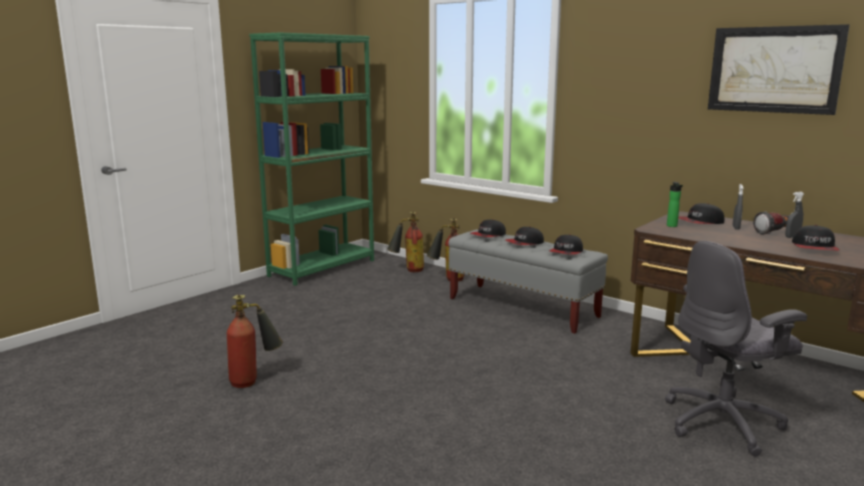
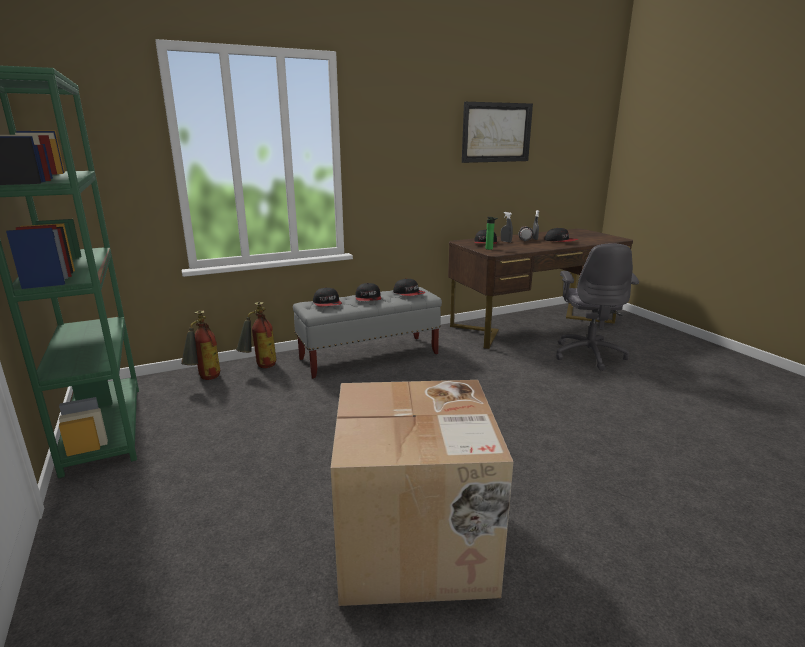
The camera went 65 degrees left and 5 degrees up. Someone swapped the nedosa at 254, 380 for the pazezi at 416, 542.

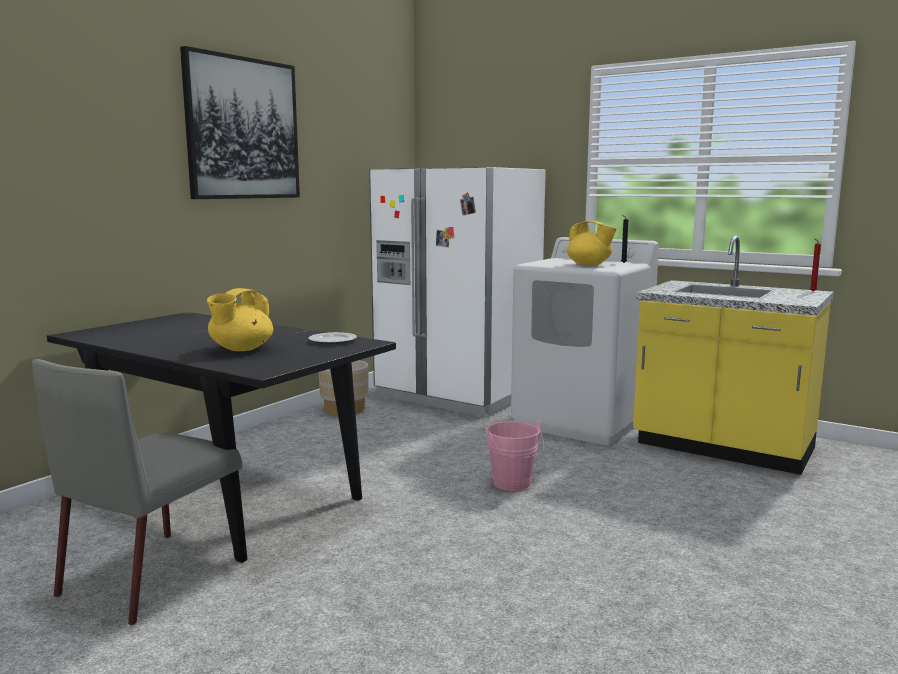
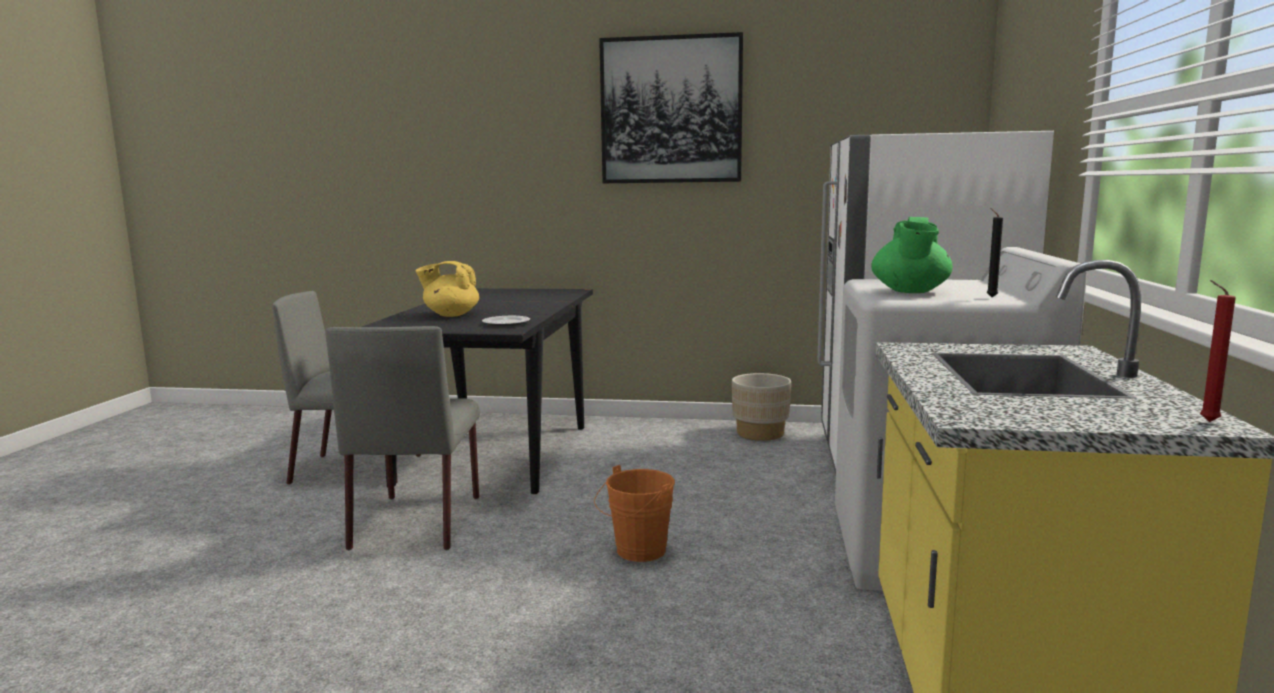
The camera went 65 degrees right and 0 degrees up. Someone put down the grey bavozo at 418, 520. Someone repainted the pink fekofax at 513, 485, which became the orange fekofax at 636, 552. Someone repainted the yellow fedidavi at 589, 265, which became the green fedidavi at 910, 292.

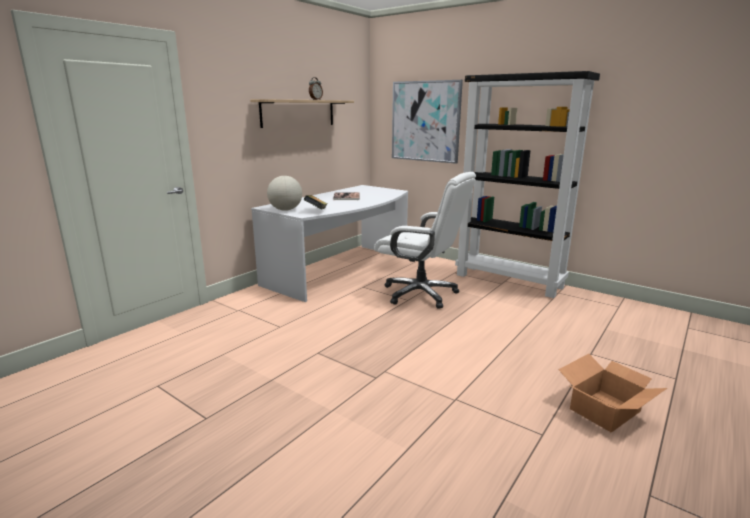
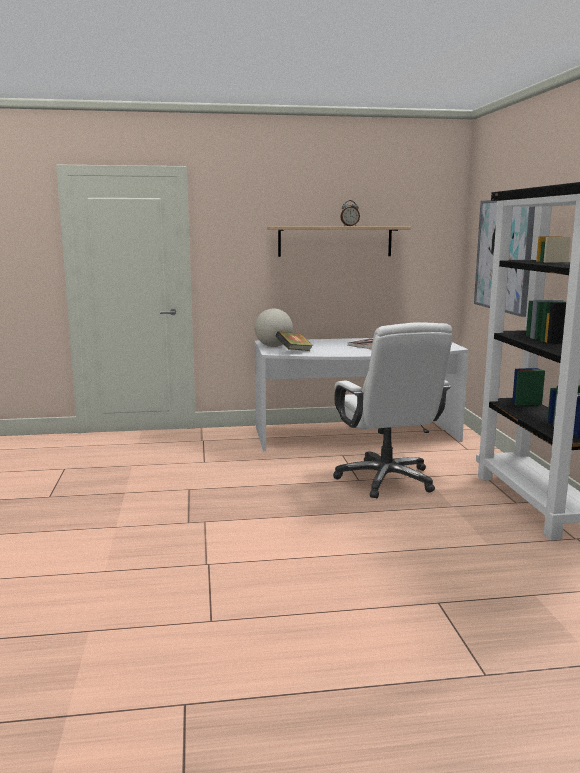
The camera went 45 degrees right and 5 degrees down. Someone took away the pazezi at 606, 410.

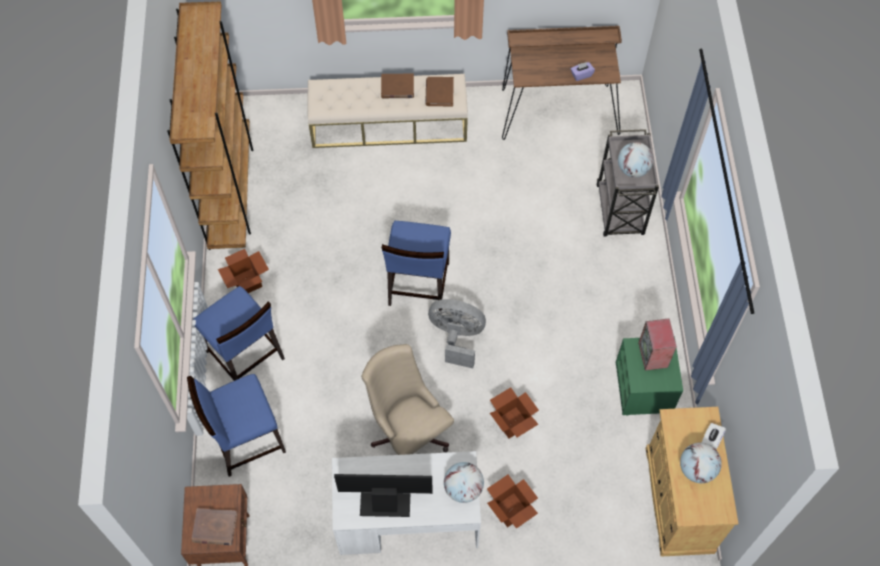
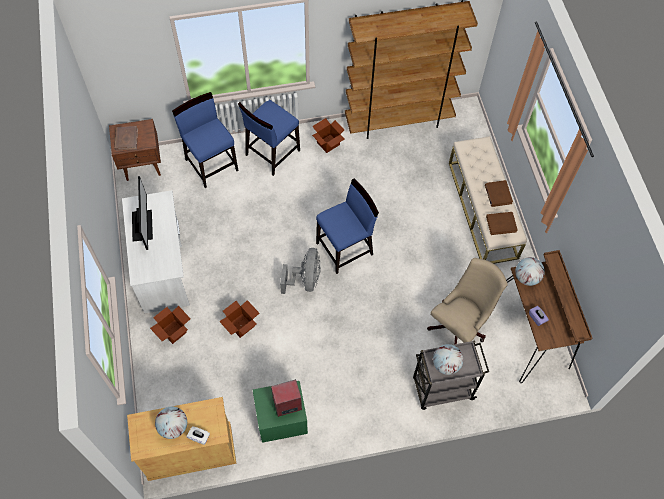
The camera went 80 degrees right and 0 degrees up. Someone carried the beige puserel from 408, 431 to 460, 325. Someone carried the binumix from 463, 488 to 526, 277. Someone rotated the blue bavozo at 418, 284 by 150 degrees clockwise.

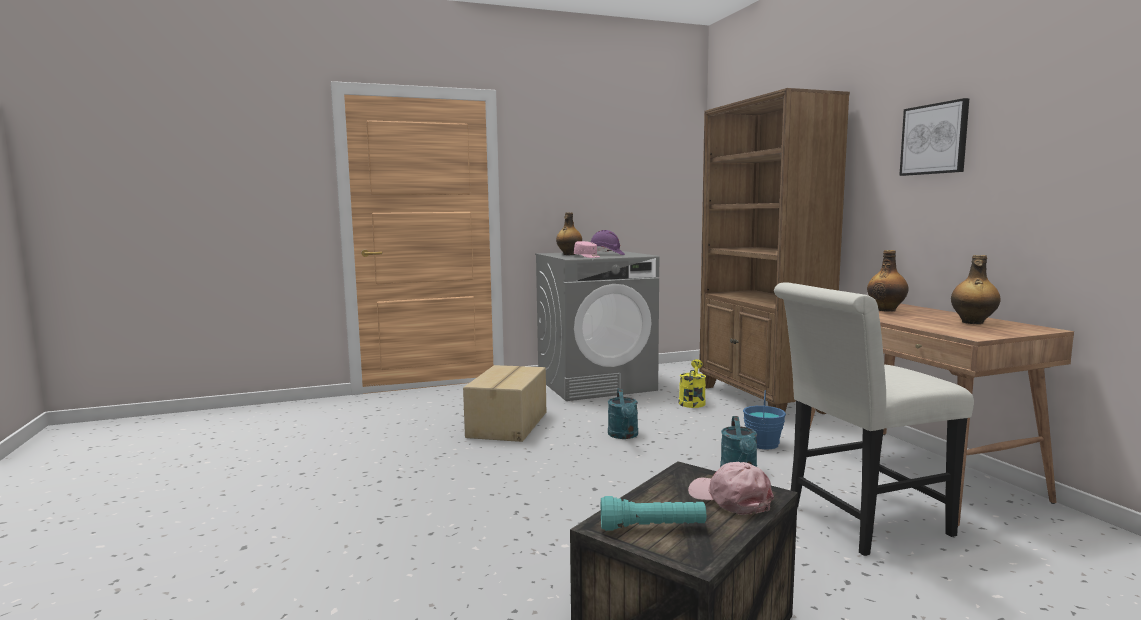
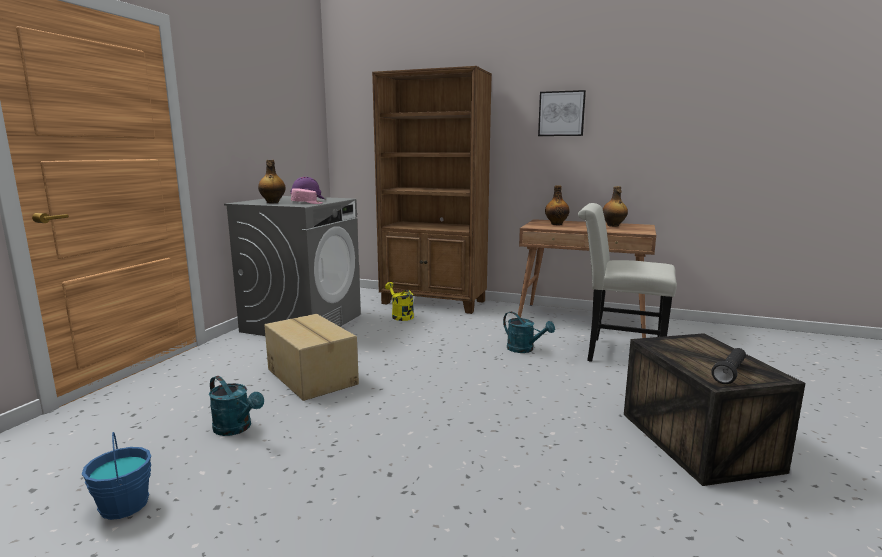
The camera went 50 degrees left and 5 degrees up. Someone took away the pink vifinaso at 730, 498. Someone carried the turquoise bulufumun from 624, 436 to 236, 428. Someone carried the blue fekofax from 762, 444 to 123, 505. Someone repainted the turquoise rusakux at 652, 528, which became the black rusakux at 729, 373. Someone rotated the white bavozo at 858, 522 by 90 degrees clockwise.

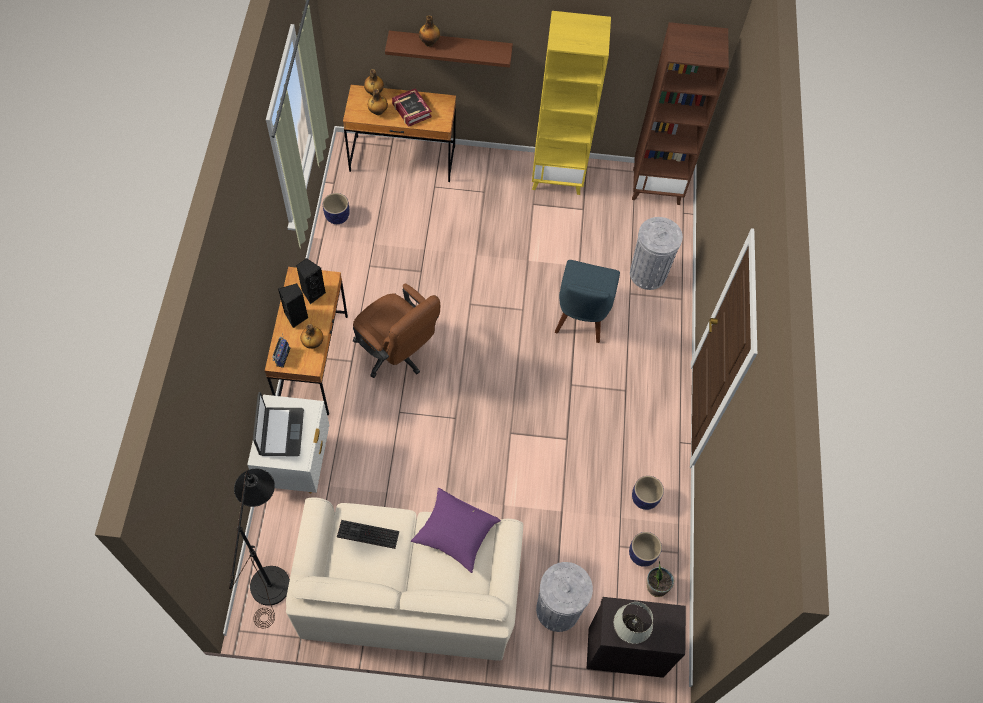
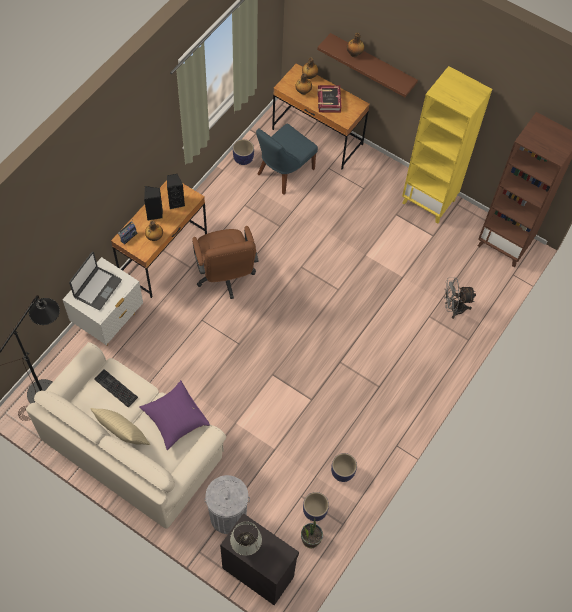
The camera went 30 degrees right and 0 degrees up. Someone put down the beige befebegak at 123, 436. Someone carried the blue bavozo from 581, 317 to 283, 173. Someone swapped the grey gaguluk at 648, 274 for the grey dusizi at 453, 308.

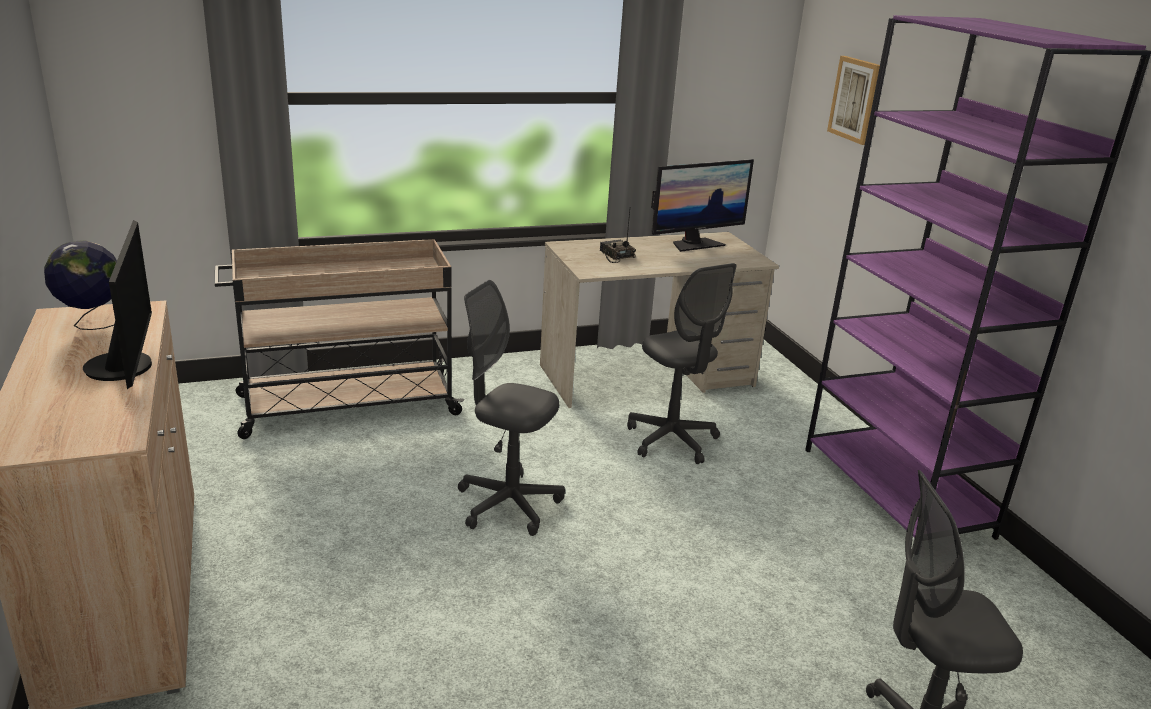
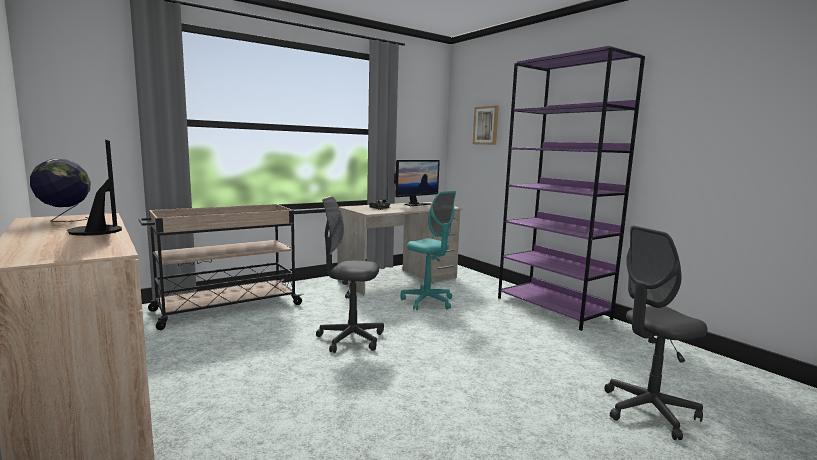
The camera went 15 degrees left and 15 degrees down. Someone repainted the grey puserel at 672, 440, which became the turquoise puserel at 427, 302.

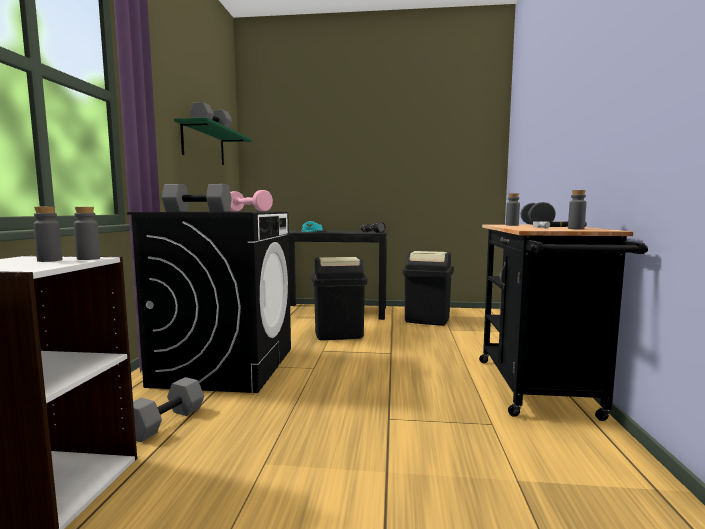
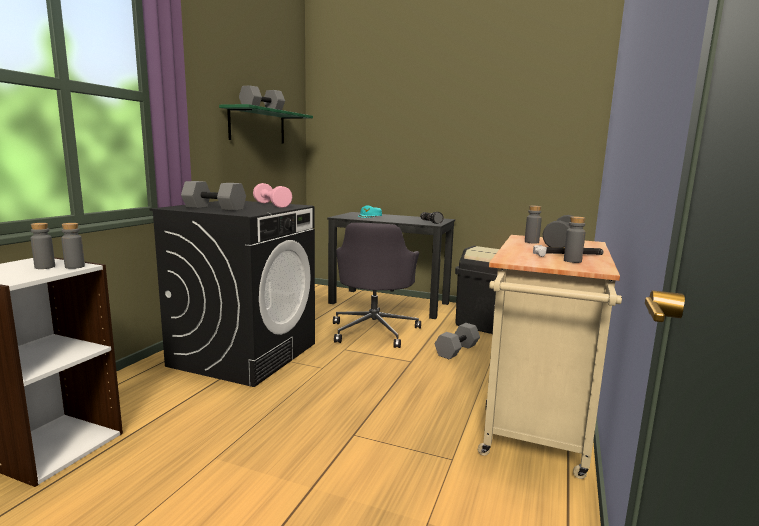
The camera went 15 degrees right and 5 degrees up. Someone carried the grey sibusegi from 165, 422 to 456, 350. Someone swapped the black gaguluk at 338, 333 for the grey puserel at 374, 331. Someone repainted the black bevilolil at 538, 391, which became the beige bevilolil at 536, 431.

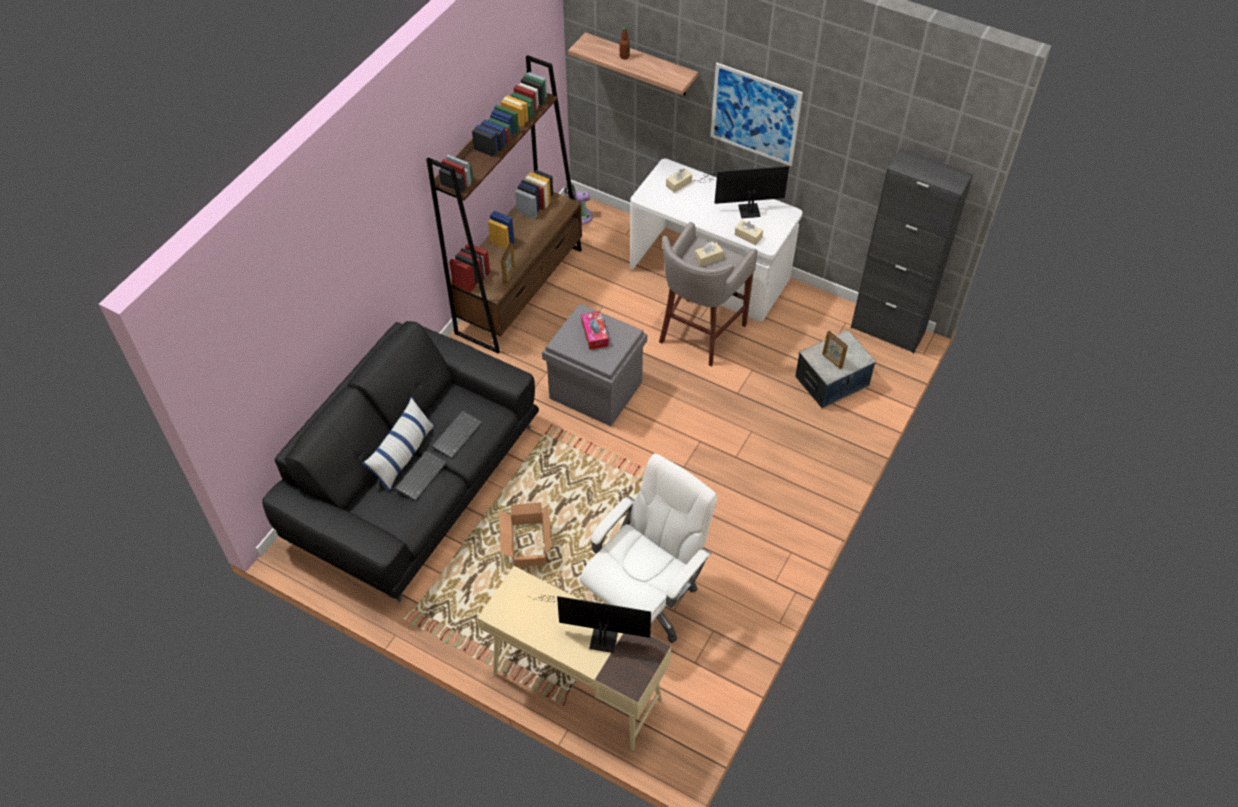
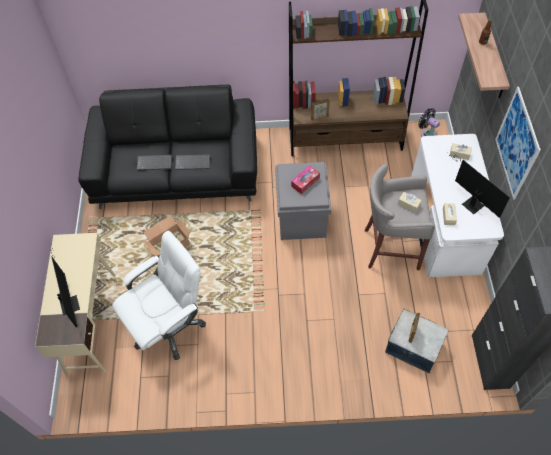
The camera went 60 degrees right and 5 degrees up. Someone took away the befebegak at 403, 455. Someone rotated the white puserel at 645, 599 by 45 degrees counterclockwise.

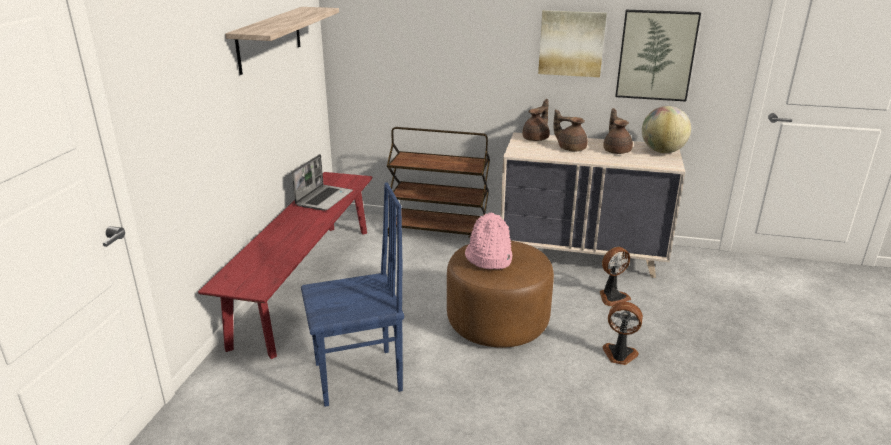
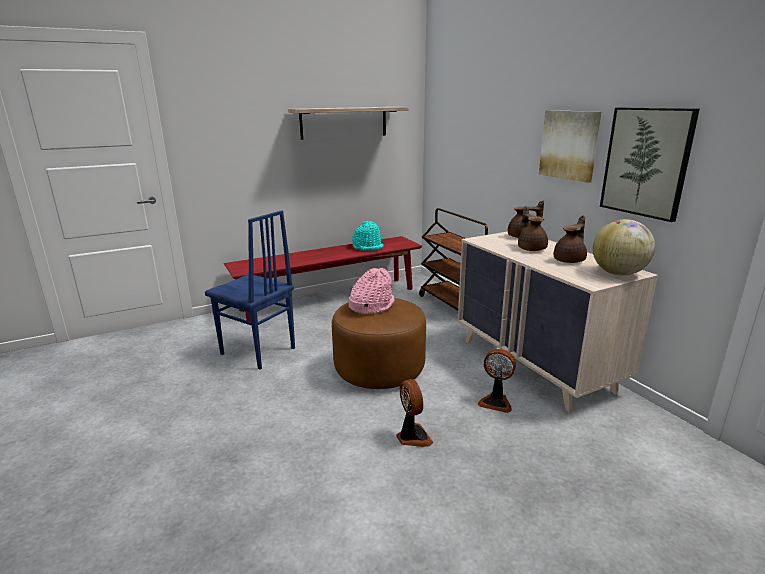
The camera went 50 degrees right and 5 degrees down. Someone swapped the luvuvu at 324, 198 for the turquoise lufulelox at 368, 247.

